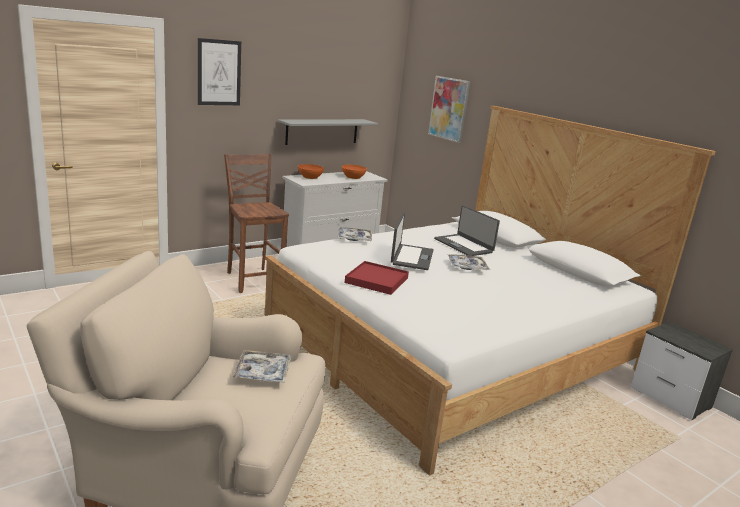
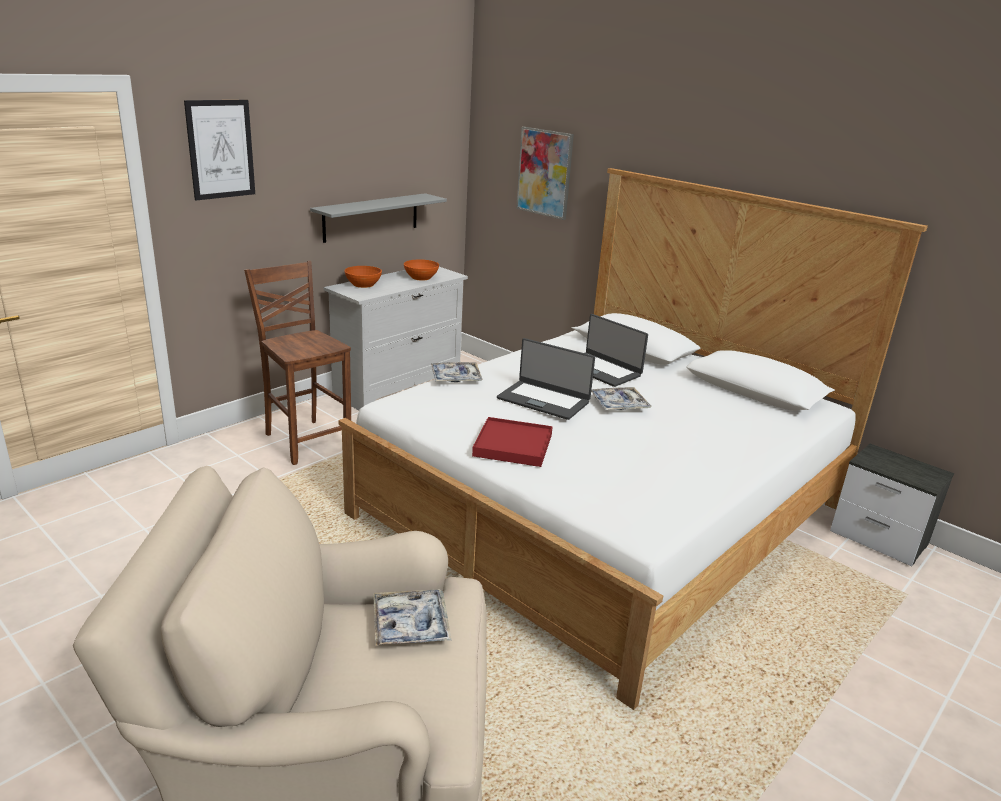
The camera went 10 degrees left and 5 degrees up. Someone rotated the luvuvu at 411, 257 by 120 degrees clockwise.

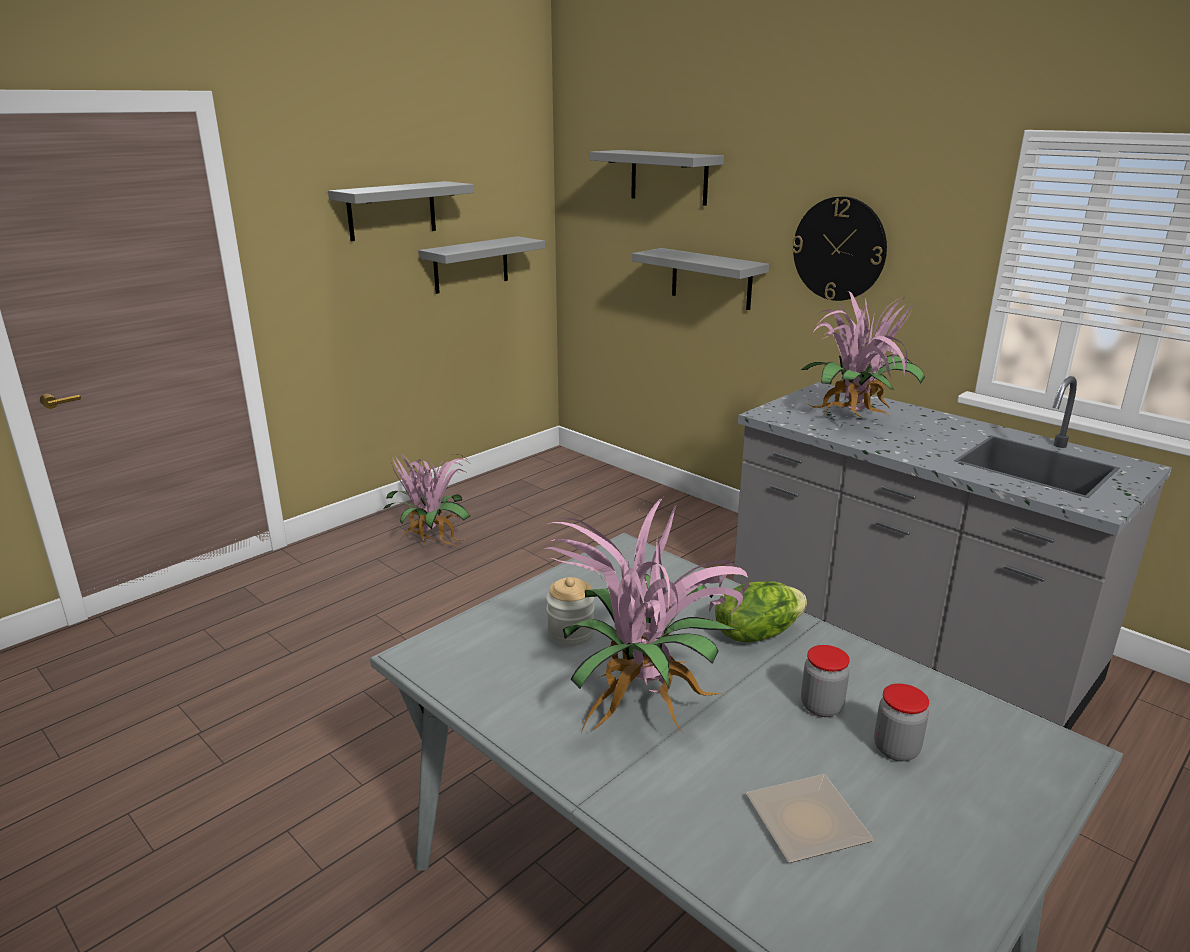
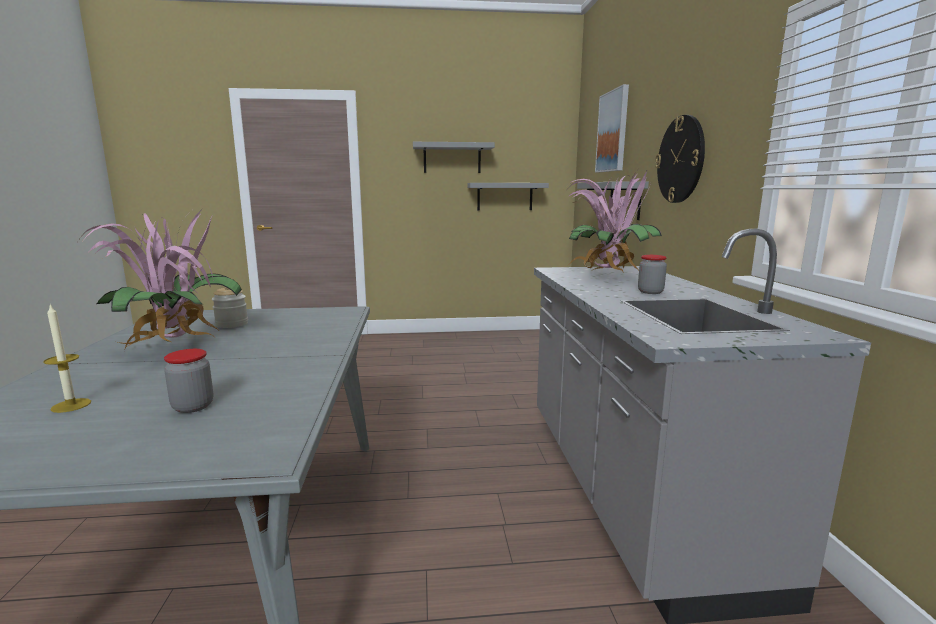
The camera went 40 degrees right and 10 degrees down. Someone took away the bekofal at 431, 539. Someone took away the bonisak at 756, 633. Someone carried the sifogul from 821, 706 to 650, 292. Someone swapped the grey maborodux at 669, 177 for the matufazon at 613, 131. Someone swapped the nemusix at 802, 820 for the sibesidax at 71, 405.

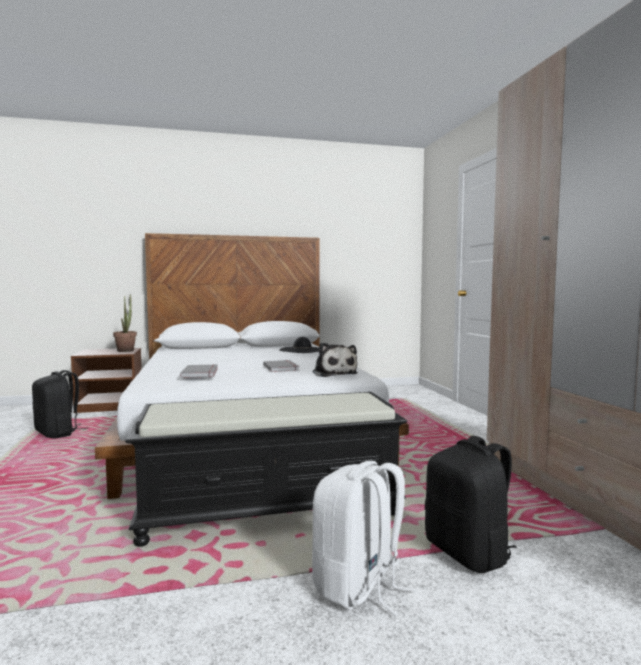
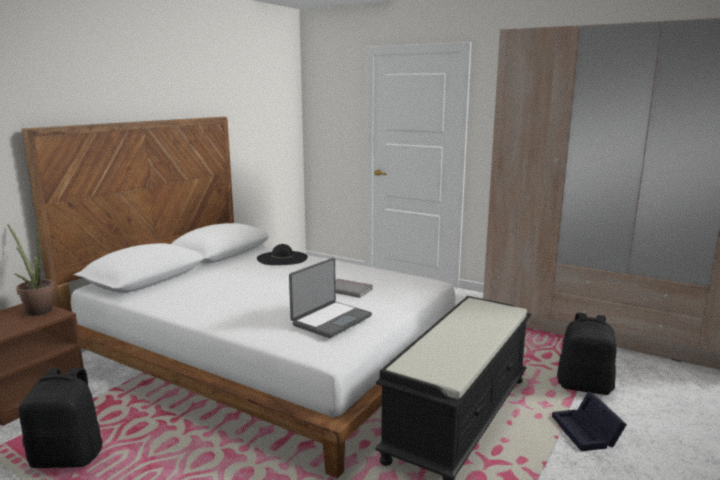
The camera went 45 degrees left and 10 degrees up. Someone took away the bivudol at 334, 373. Someone swapped the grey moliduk at 201, 373 for the luvuvu at 330, 320. Someone swapped the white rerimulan at 359, 587 for the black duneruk at 587, 432.

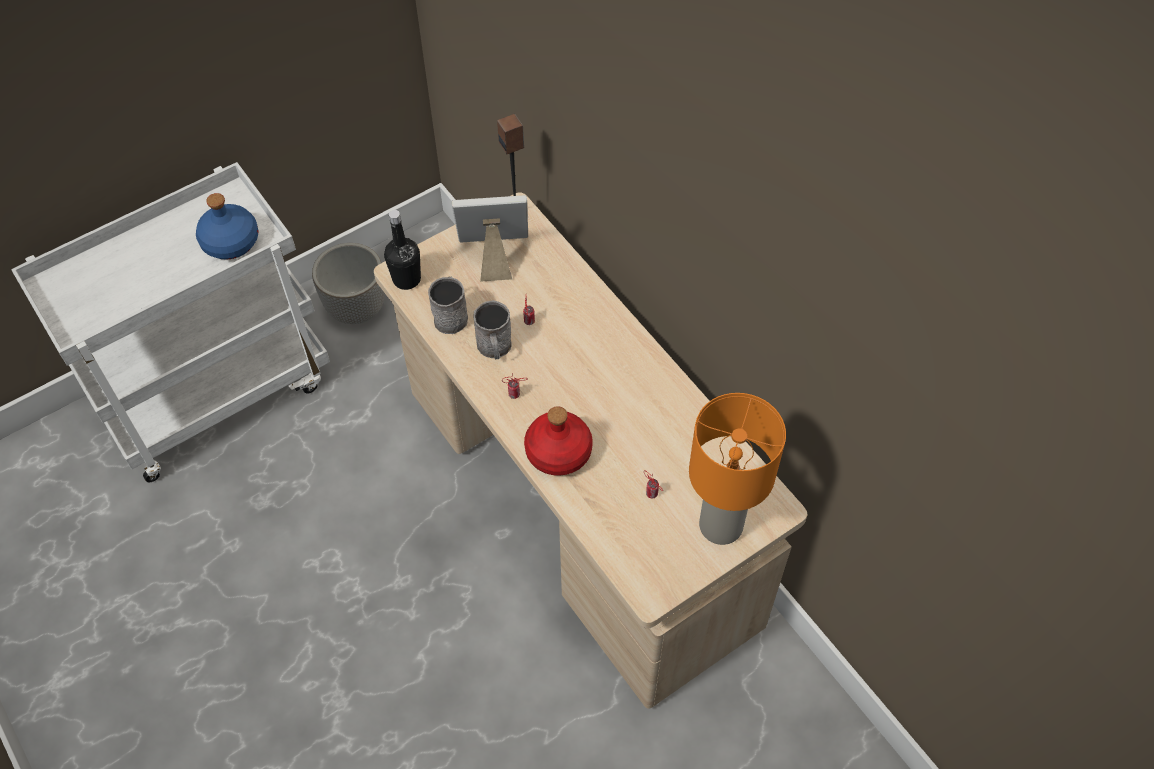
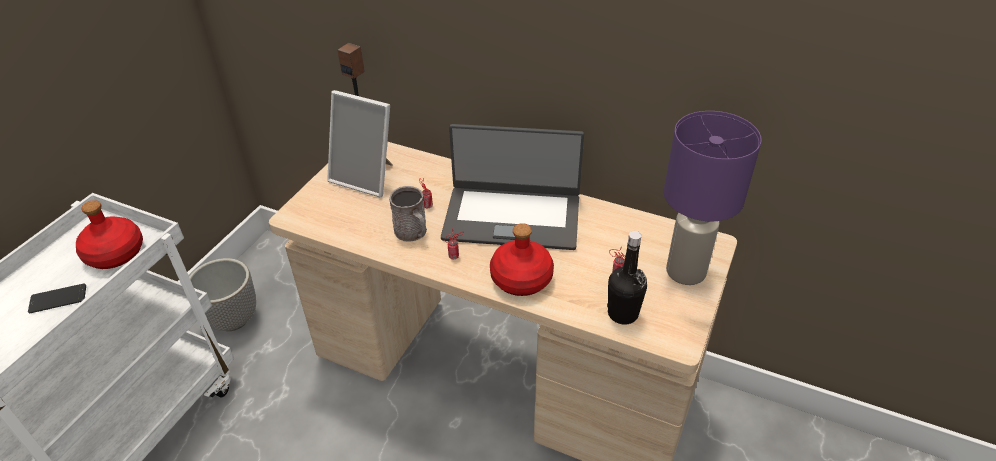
The camera went 30 degrees left and 15 degrees down. Someone took away the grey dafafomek at 451, 315. Someone put down the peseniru at 58, 299. Someone put down the luvuvu at 512, 216. Someone carried the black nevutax from 406, 279 to 622, 313. Someone repainted the blue nevutax at 230, 242, which became the red nevutax at 114, 254. Someone repainted the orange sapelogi at 719, 526, which became the purple sapelogi at 685, 272. Someone rotated the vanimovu at 494, 256 by 120 degrees counterclockwise.

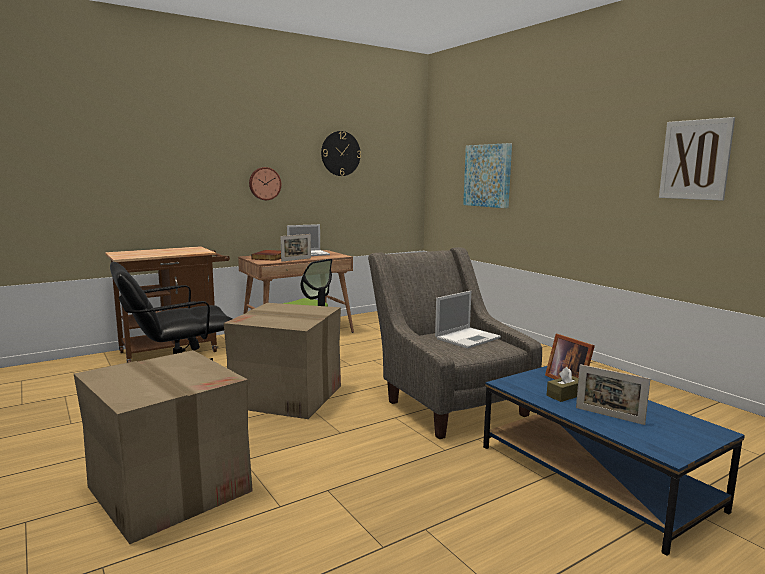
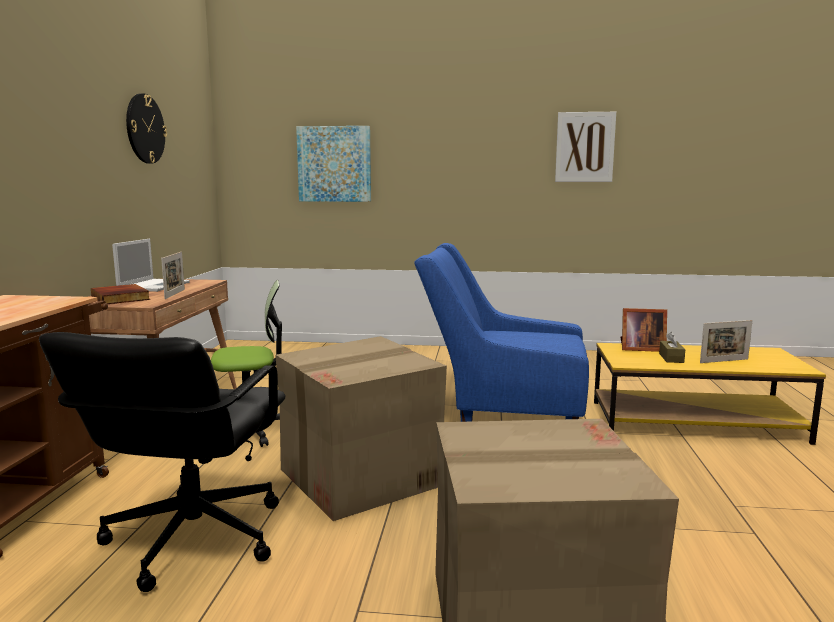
The camera went 50 degrees left and 0 degrees up. Someone took away the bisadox at 264, 183. Someone took away the luvuvu at 468, 338. Someone repainted the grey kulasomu at 448, 403, which became the blue kulasomu at 502, 416. Someone repainted the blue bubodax at 594, 476, which became the yellow bubodax at 694, 421.

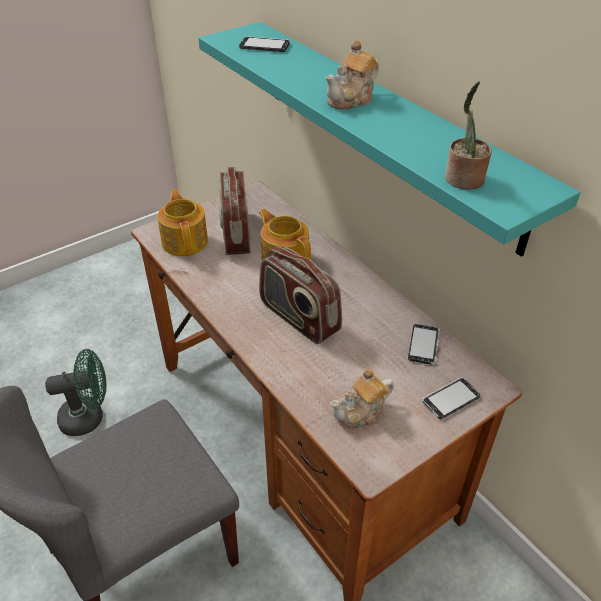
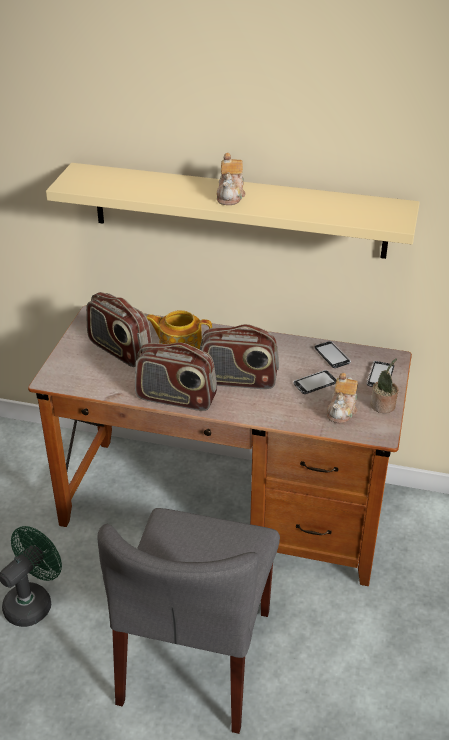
The camera went 40 degrees left and 5 degrees down. Someone took away the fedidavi at 185, 241. Someone put down the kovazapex at 176, 398. Someone carried the peseniru from 264, 46 to 315, 383. Someone carried the bekofal from 463, 180 to 383, 406. Someone repainted the turquoise maborodux at 382, 127, which became the beige maborodux at 238, 210.

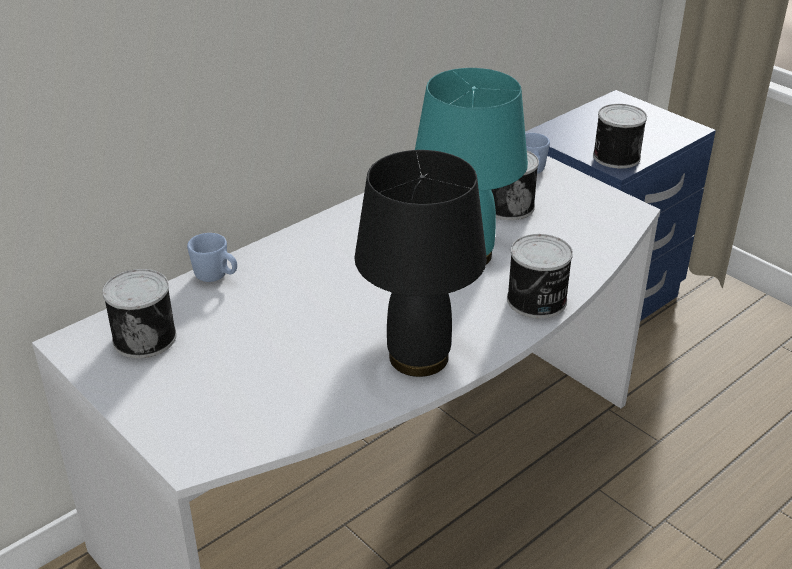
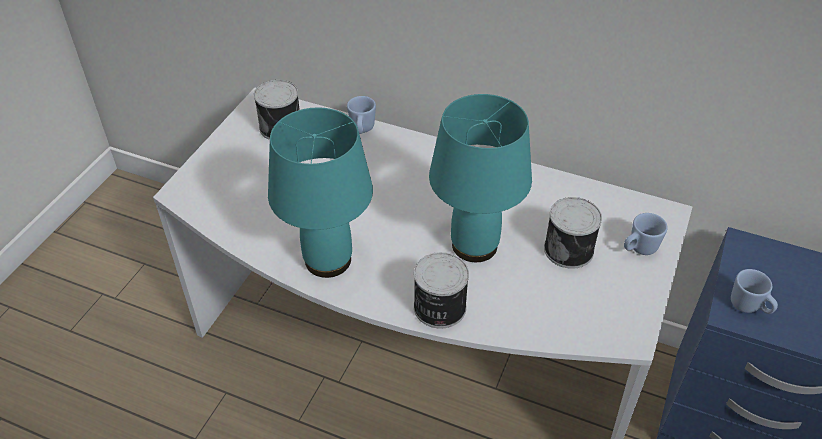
The camera went 65 degrees right and 10 degrees up. Someone swapped the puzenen at 615, 156 for the blue dafafomek at 749, 307. Someone repainted the black sapelogi at 417, 358, which became the turquoise sapelogi at 327, 260.

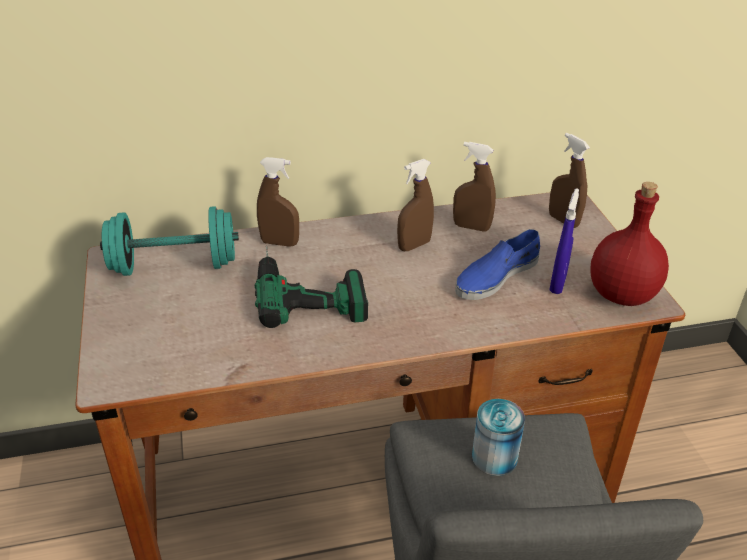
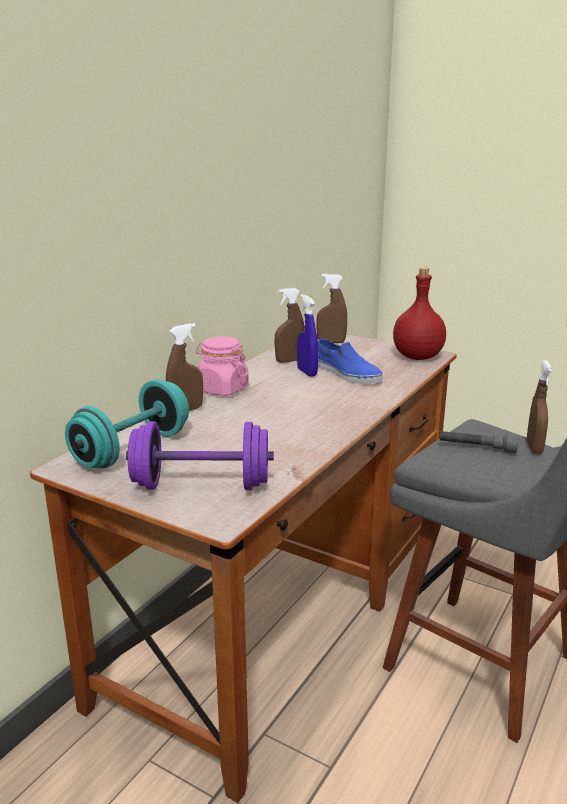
The camera went 45 degrees left and 15 degrees down. Someone took away the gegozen at 308, 288. Someone put down the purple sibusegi at 201, 485. Someone put down the pink sifogul at 222, 389. Someone carried the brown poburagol from 414, 245 to 534, 448. Someone carried the blue poburagol from 557, 284 to 307, 372. Someone swapped the puzenen at 494, 457 for the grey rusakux at 477, 448. Someone rotated the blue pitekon at 496, 276 by 45 degrees counterclockwise.

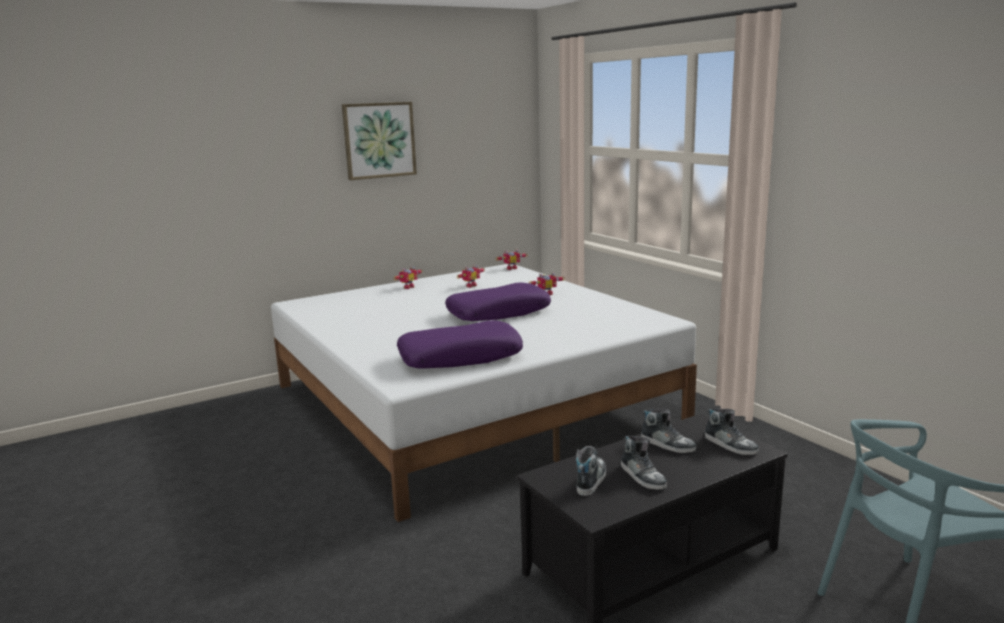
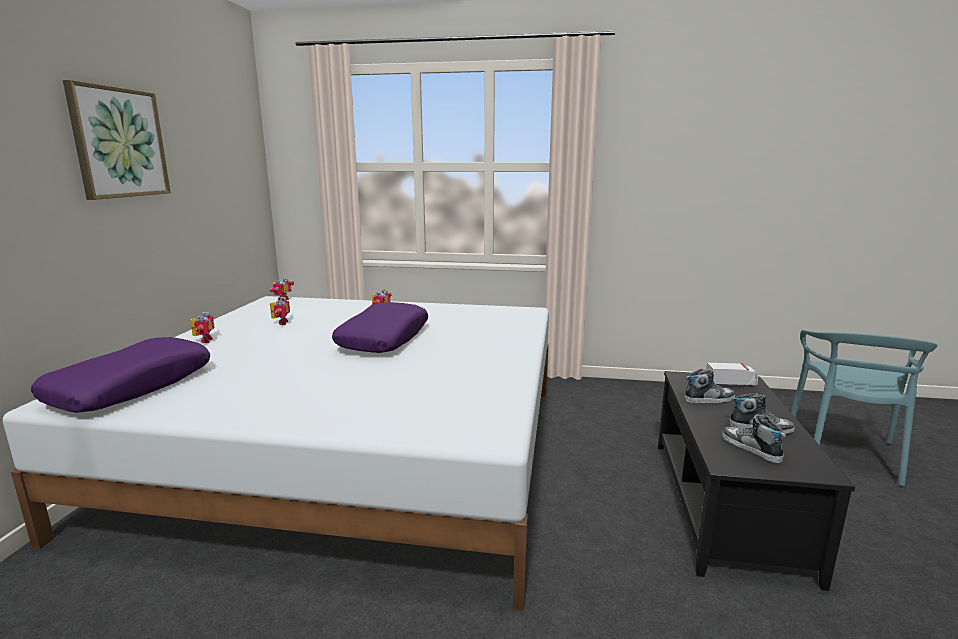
The camera went 50 degrees left and 0 degrees up. Someone carried the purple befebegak from 460, 357 to 131, 387. Someone swapped the pitekon at 730, 445 for the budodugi at 731, 384.

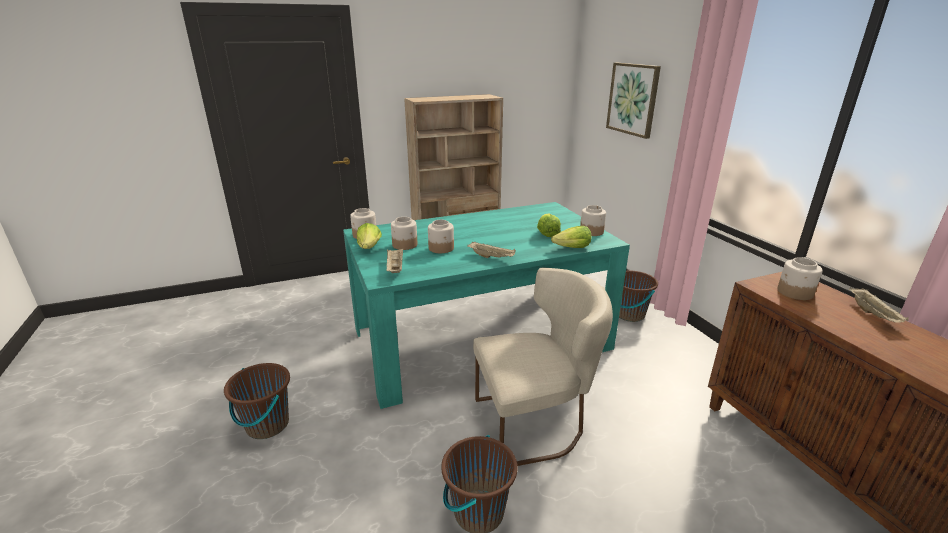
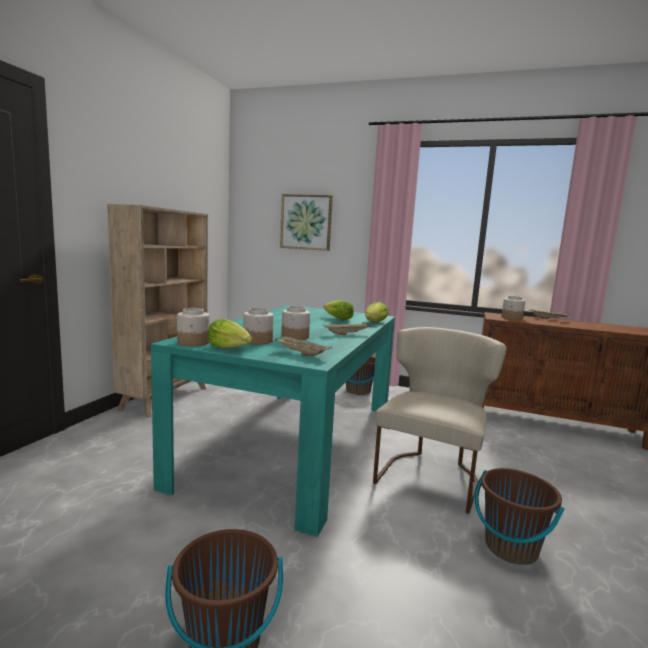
The camera went 50 degrees left and 15 degrees down. Someone took away the sifogul at 591, 231.

